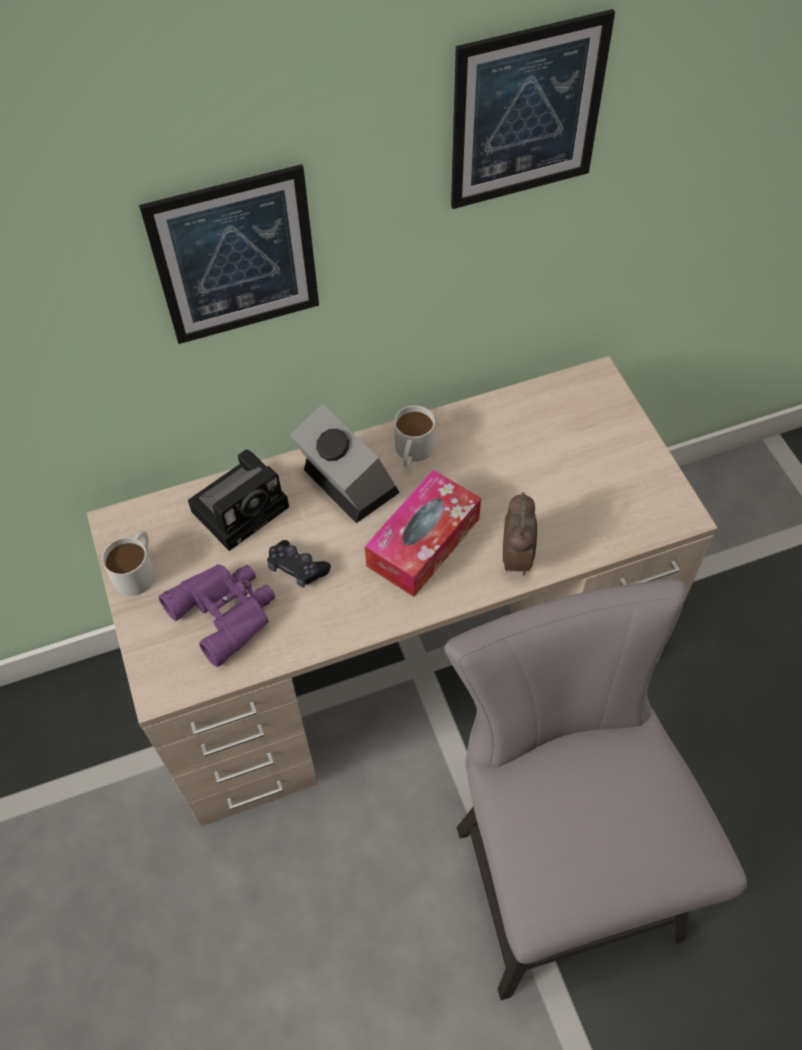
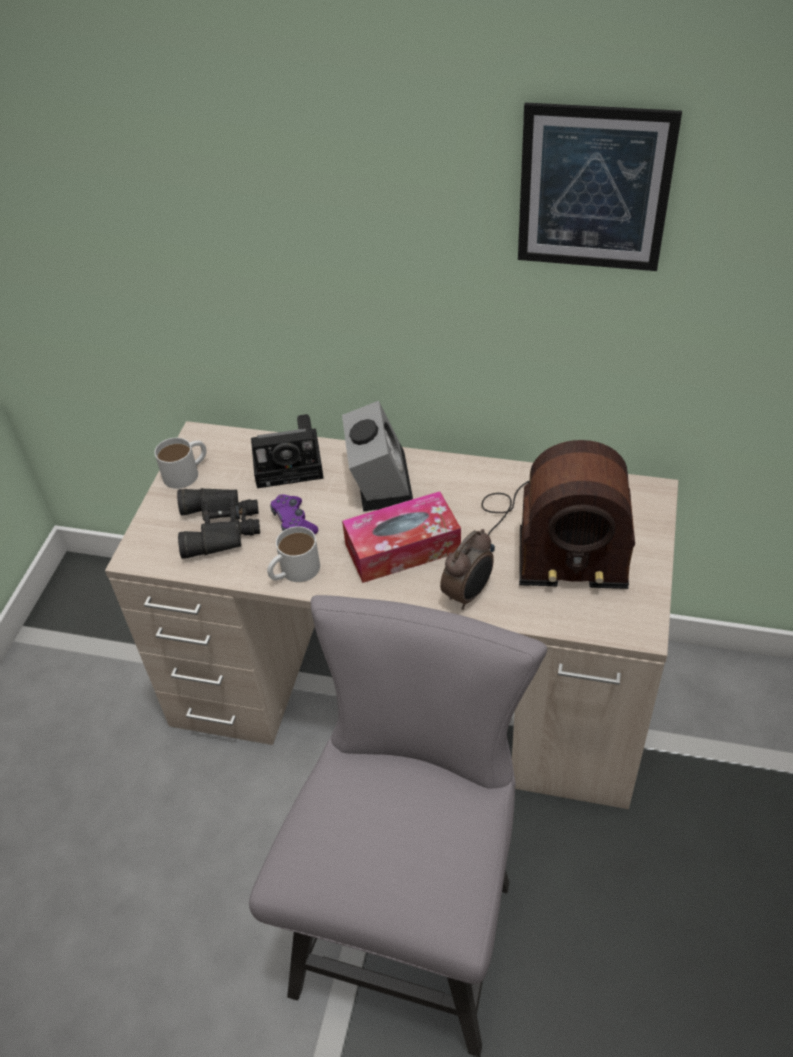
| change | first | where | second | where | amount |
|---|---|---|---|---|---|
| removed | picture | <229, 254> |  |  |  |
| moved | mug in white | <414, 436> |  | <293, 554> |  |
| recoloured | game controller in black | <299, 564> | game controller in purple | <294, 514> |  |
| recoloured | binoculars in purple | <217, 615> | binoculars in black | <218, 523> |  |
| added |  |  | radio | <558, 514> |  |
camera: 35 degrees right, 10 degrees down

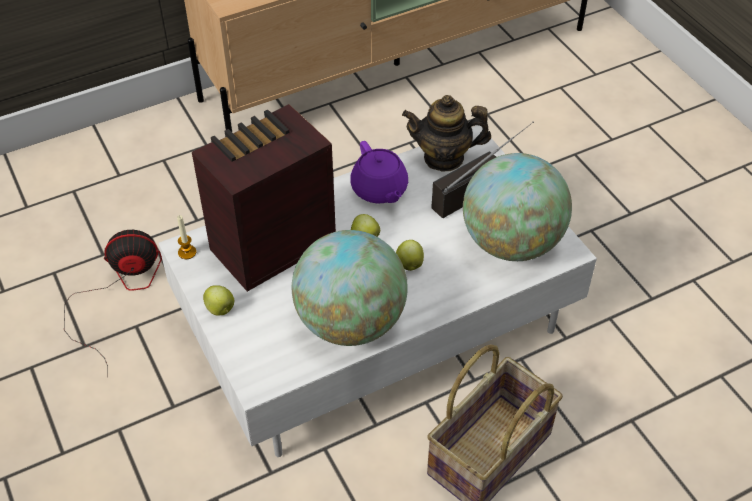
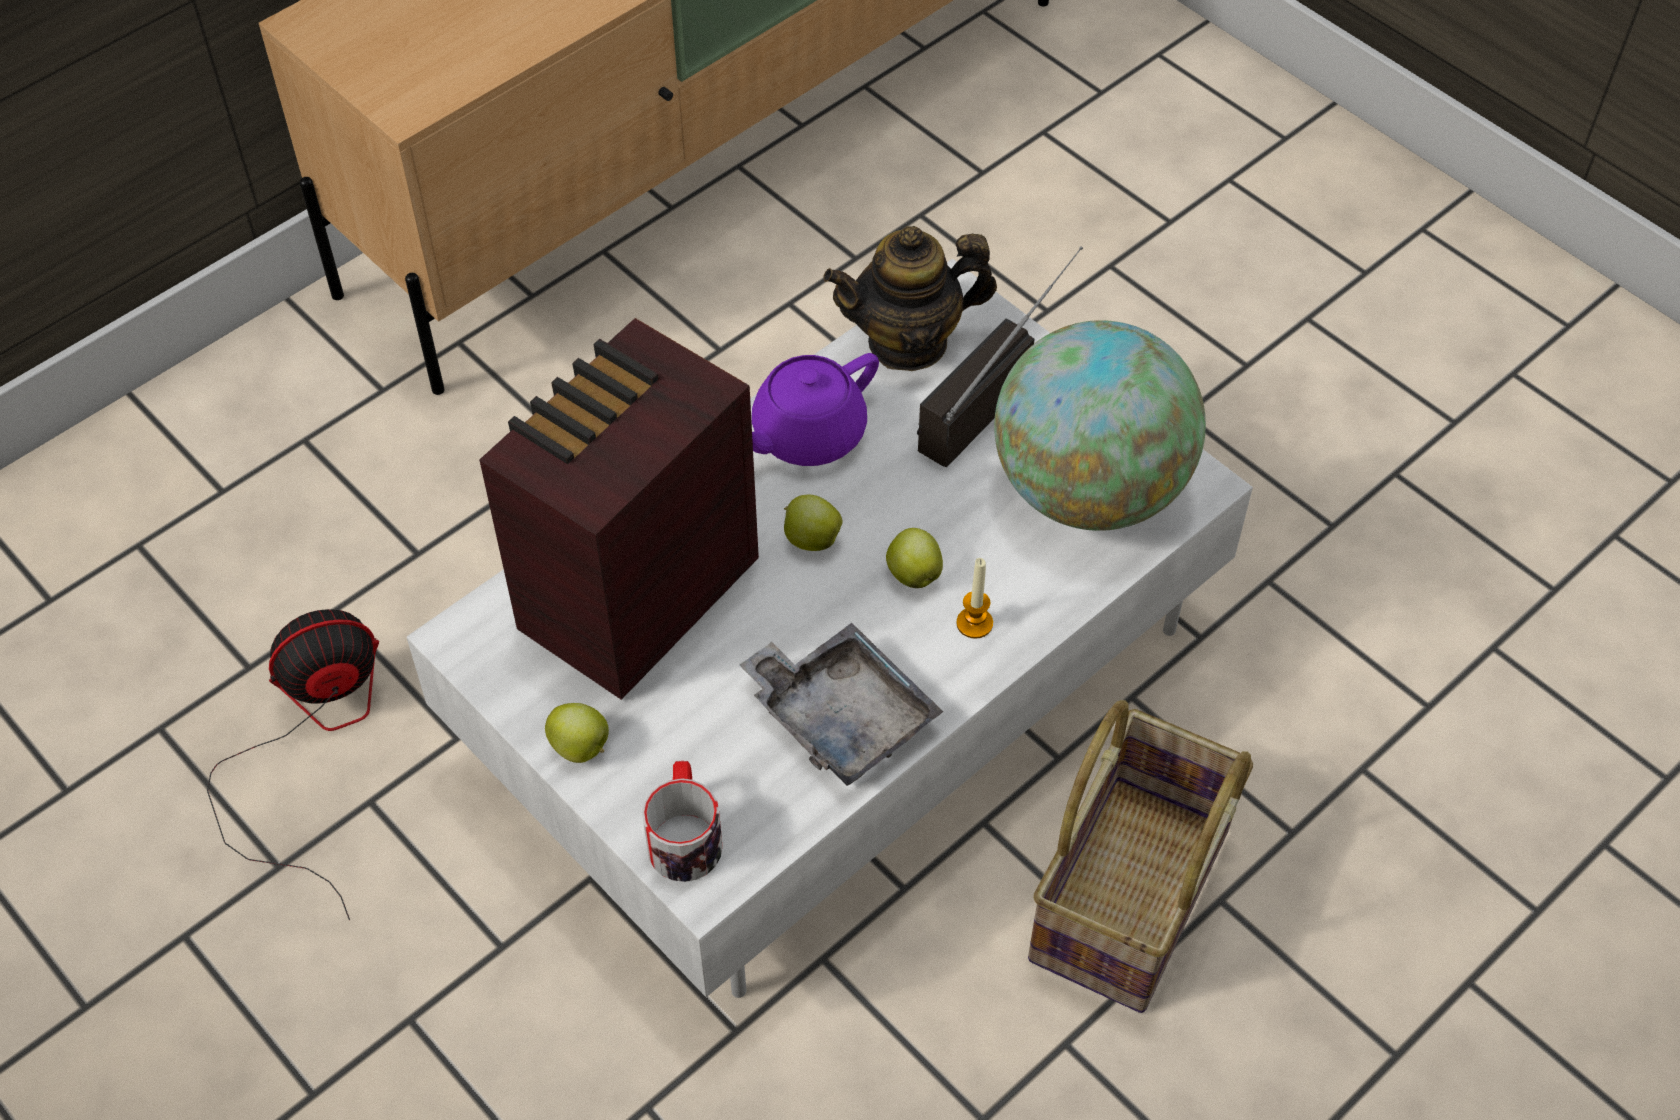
| change | first | where | second | where | amount |
|---|---|---|---|---|---|
| turned | teapot in purple | <379, 172> |  | <815, 409> | 90 degrees clockwise |
| moved | candle | <186, 237> |  | <974, 598> |  |
| replaced | globe | <350, 288> | tray in grey | <841, 704> |  |
| added |  |  | mug | <682, 821> |  |
camera: 15 degrees left, 5 degrees up

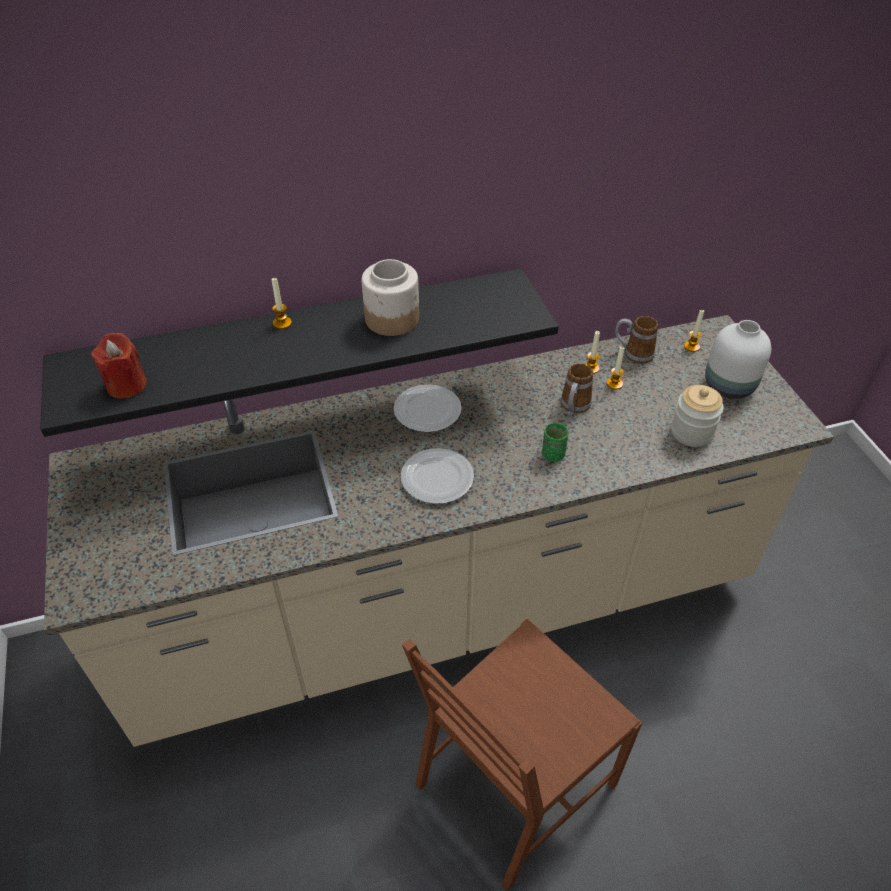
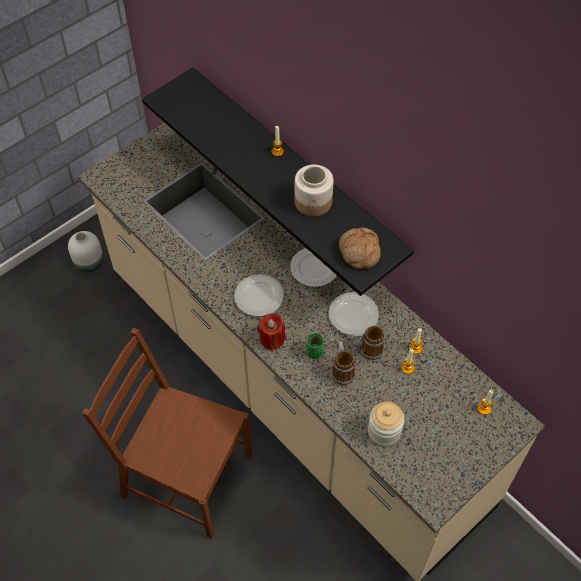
| change | first | where | second | where | amount |
|---|---|---|---|---|---|
| moved | mug | <636, 340> |  | <343, 363> |  |
| moved | vase in white | <738, 359> |  | <85, 251> |  |
| moved | candle in red | <119, 365> |  | <271, 332> |  |
| added |  |  | bread | <360, 248> |  |
| added |  |  | plate | <354, 313> |  |
camera: 65 degrees right, 10 degrees up

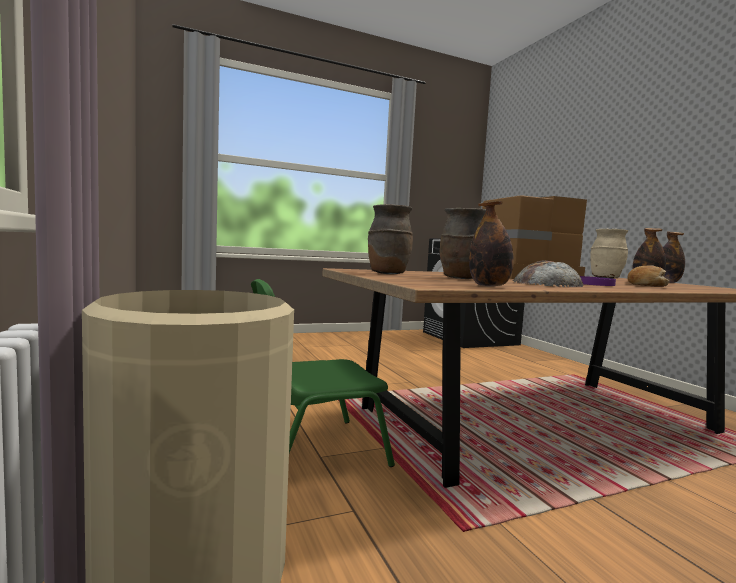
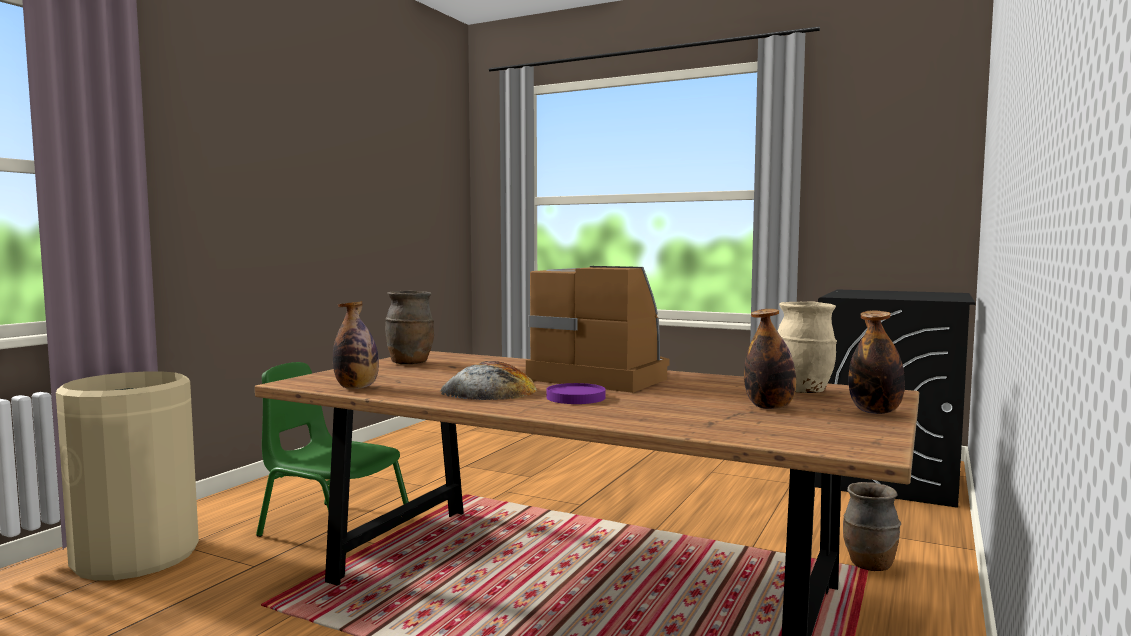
| change | first | where | second | where | amount |
|---|---|---|---|---|---|
| moved | vase in brown | <463, 243> |  | <872, 526> |  |
| removed | bread | <649, 276> |  |  |  |
camera: 50 degrees right, 0 degrees up

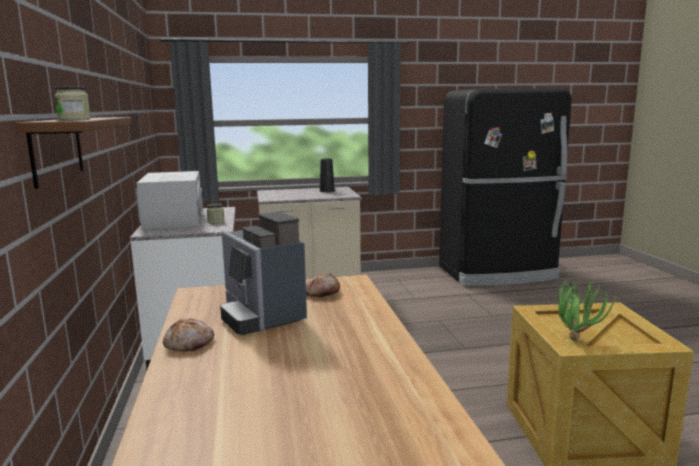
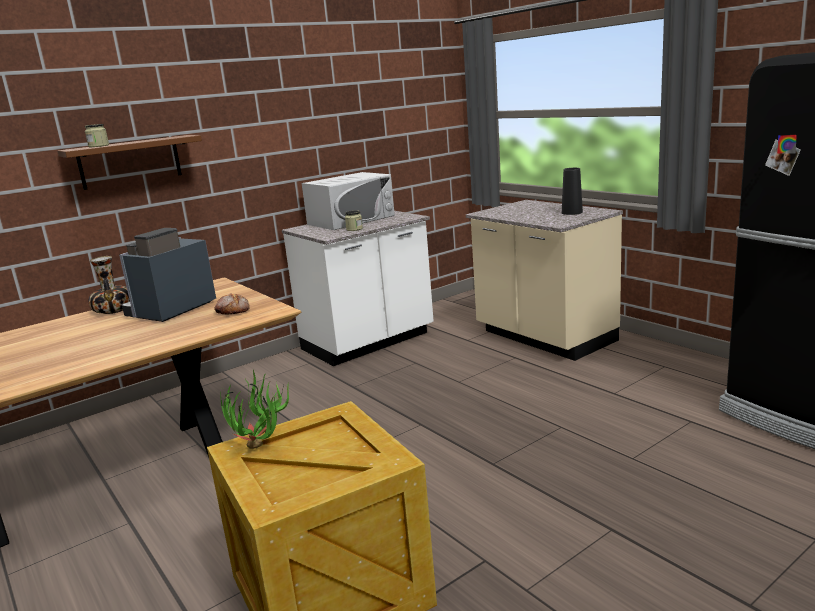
| change | first | where | second | where | amount |
|---|---|---|---|---|---|
| replaced | bread | <188, 335> | vase | <109, 285> |  |
camera: 65 degrees right, 5 degrees up

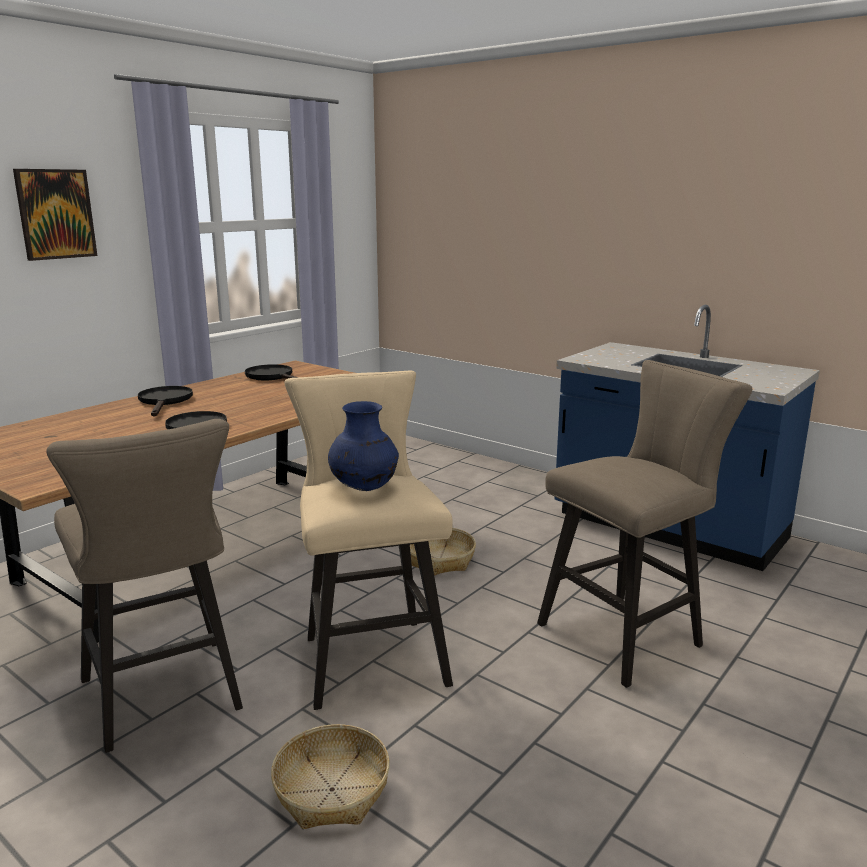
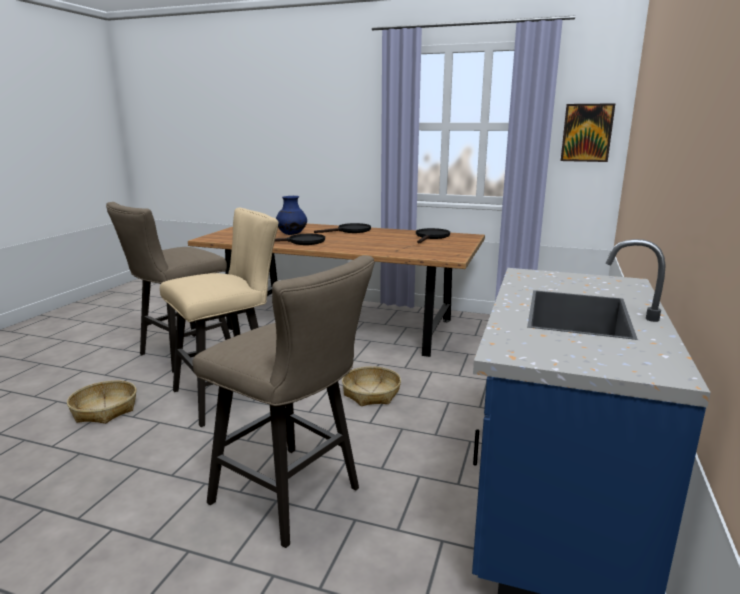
| change | first | where | second | where | amount |
|---|---|---|---|---|---|
| moved | picture | <55, 215> |  | <588, 132> |  |
| moved | vase in blue | <363, 446> |  | <291, 215> |  |
camera: 70 degrees right, 0 degrees up

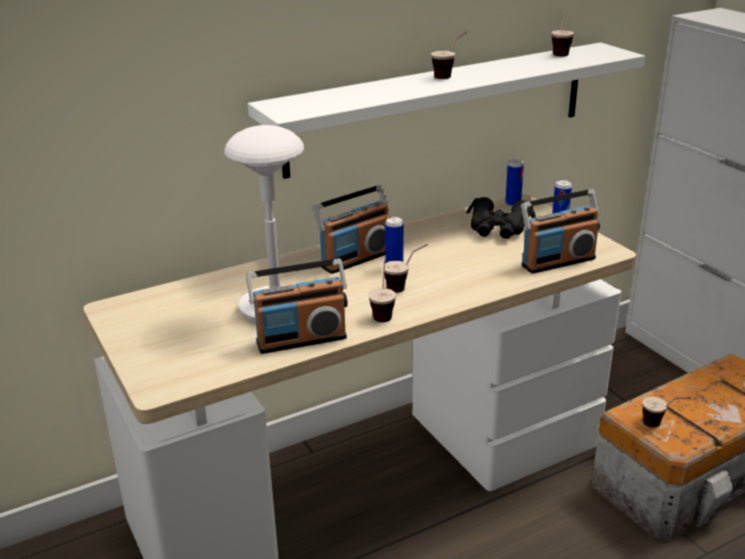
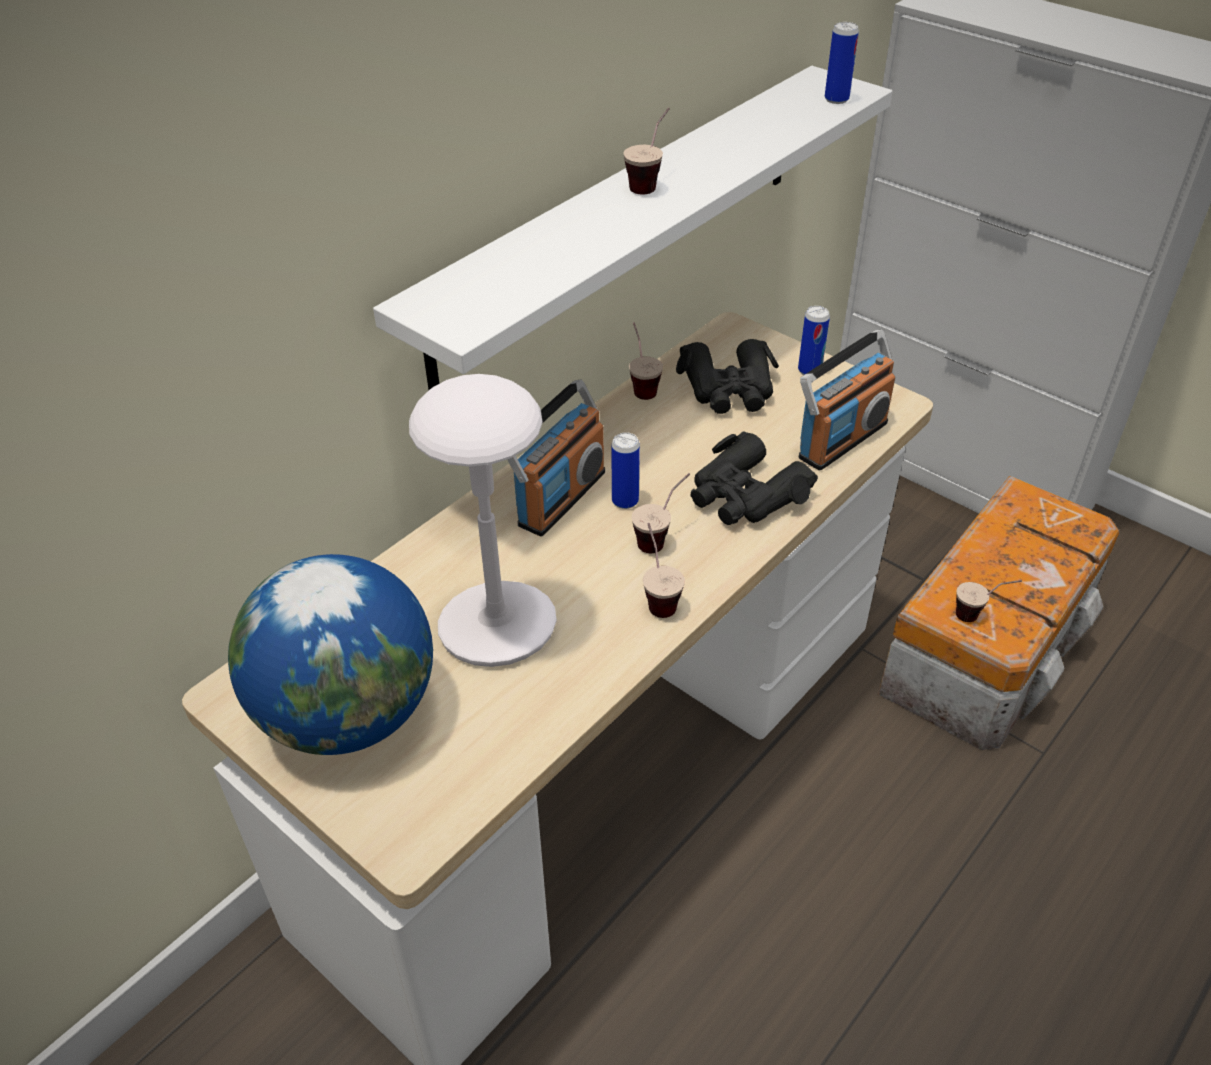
| change | first | where | second | where | amount |
|---|---|---|---|---|---|
| moved | cup | <562, 33> |  | <646, 361> |  |
| moved | can | <514, 183> |  | <842, 63> |  |
| removed | radio | <297, 306> |  |  |  |
| added |  |  | binoculars in black | <754, 478> |  |
| added |  |  | globe | <330, 654> |  |
camera: 20 degrees left, 15 degrees up

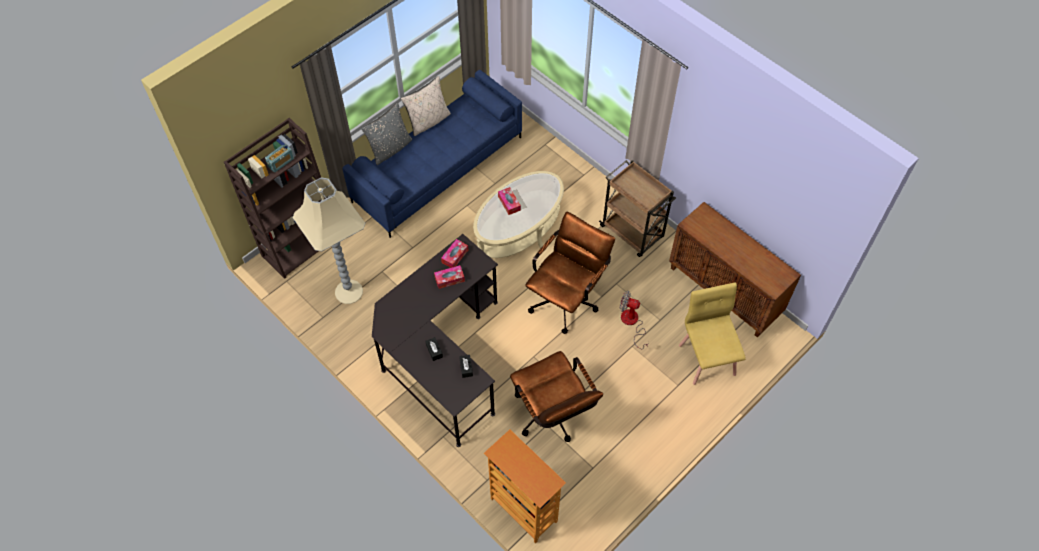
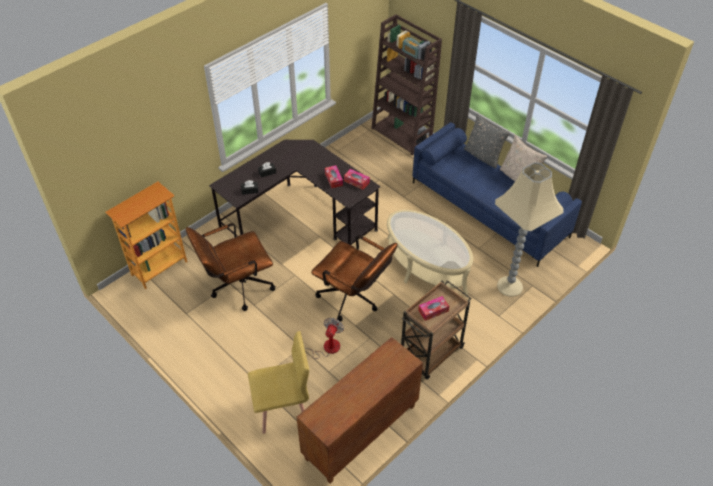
| change | first | where | second | where | amount |
|---|---|---|---|---|---|
| moved | floor lamp in beige | <329, 240> |  | <529, 229> |  |
| moved | tissue box | <509, 201> |  | <433, 308> |  |
camera: 90 degrees right, 10 degrees down

